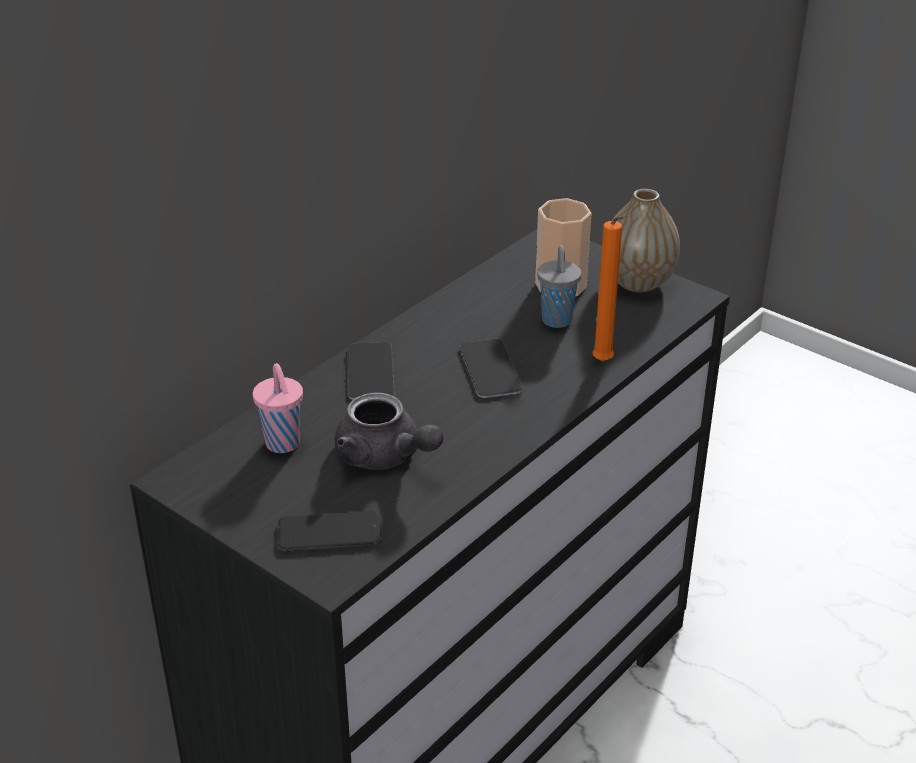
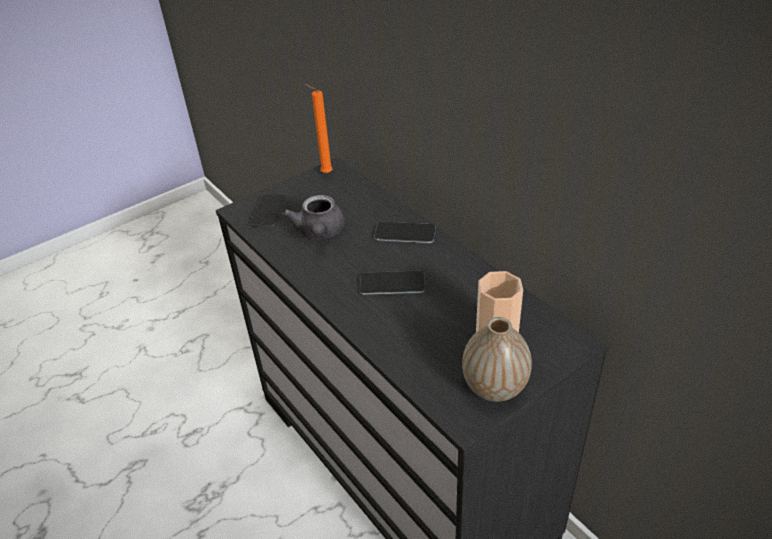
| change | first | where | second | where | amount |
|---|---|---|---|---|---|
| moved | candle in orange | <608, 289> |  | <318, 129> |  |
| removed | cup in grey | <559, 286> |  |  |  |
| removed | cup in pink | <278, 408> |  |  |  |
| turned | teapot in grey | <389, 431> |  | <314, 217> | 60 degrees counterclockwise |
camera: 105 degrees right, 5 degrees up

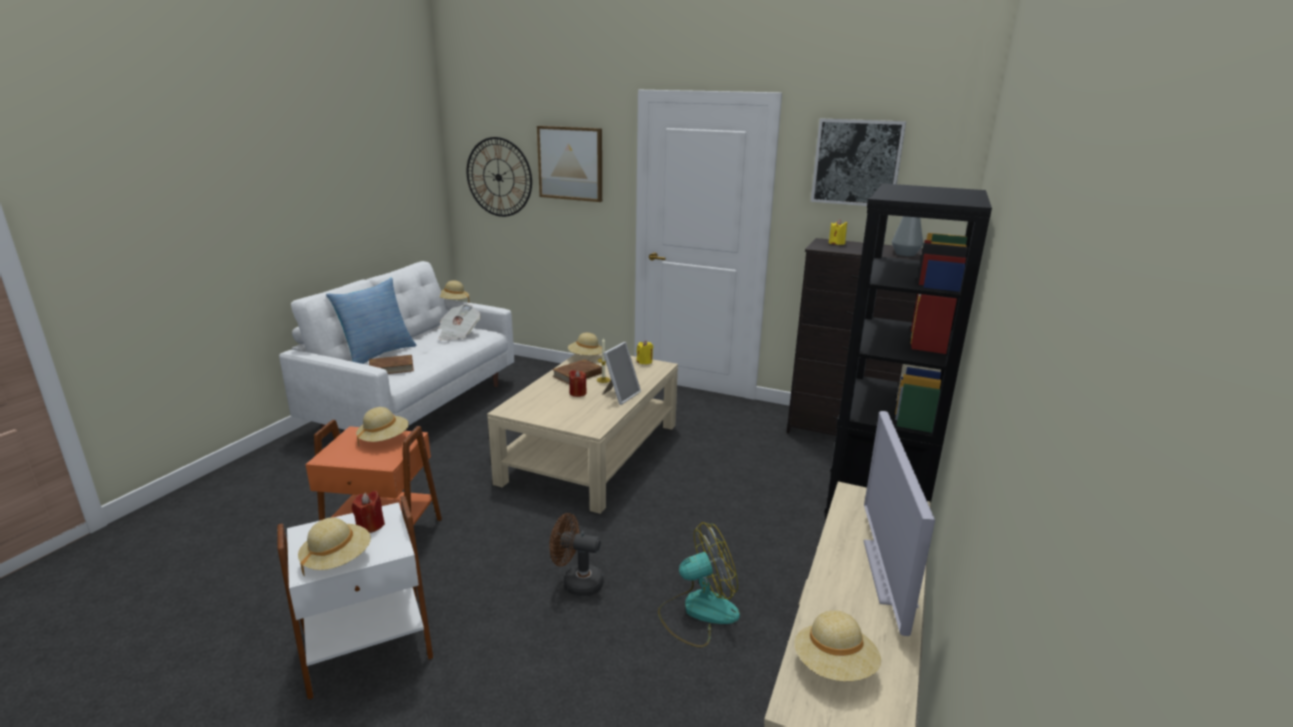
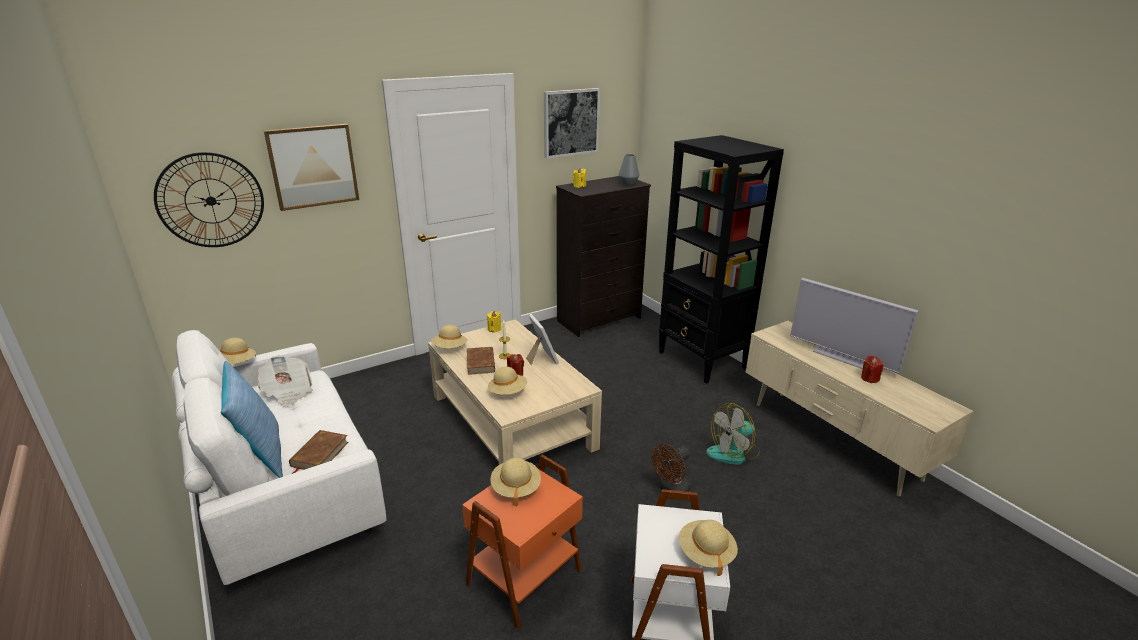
| change | first | where | second | where | amount |
|---|---|---|---|---|---|
| moved | candle in red | <368, 512> |  | <872, 369> |  |
| turned | fan | <699, 585> |  | <733, 434> | 135 degrees counterclockwise |
| moved | hat in beige | <837, 645> |  | <507, 380> |  |
camera: 55 degrees left, 5 degrees up

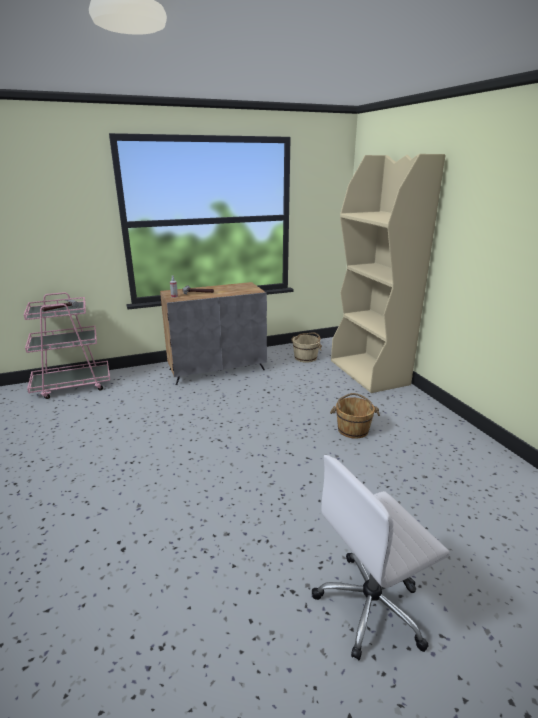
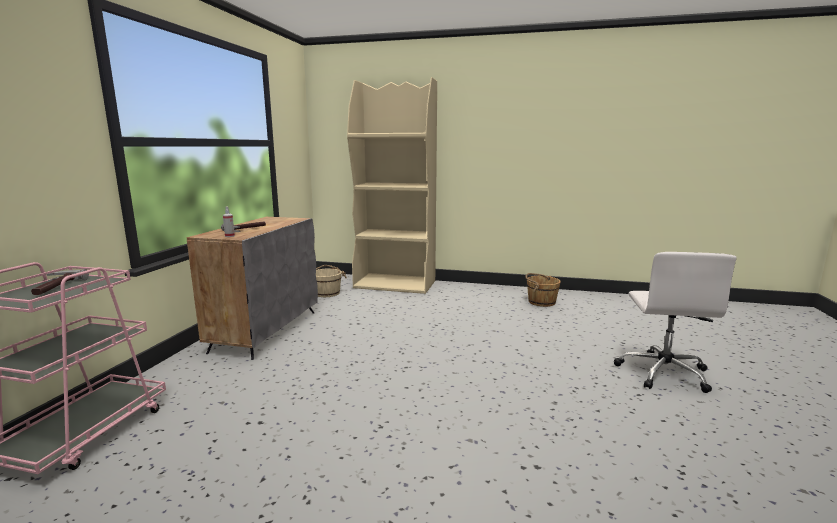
| change | first | where | second | where | amount |
|---|---|---|---|---|---|
| moved | bucket in brown | <355, 416> |  | <543, 290> |  |
camera: 55 degrees left, 10 degrees down

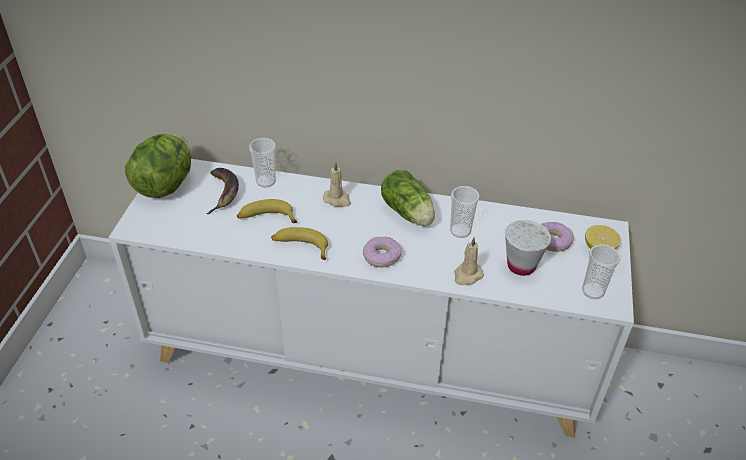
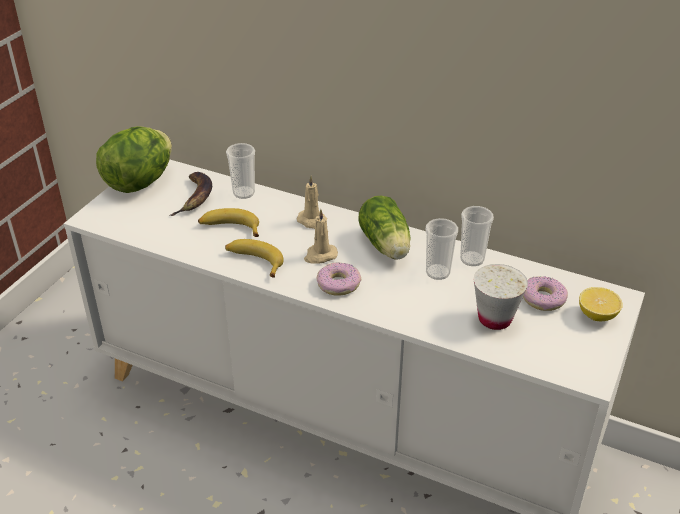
| change | first | where | second | where | amount |
|---|---|---|---|---|---|
| moved | candle in beige | <469, 261> |  | <321, 236> |  |
| moved | cup | <601, 271> |  | <477, 236> |  |
camera: 15 degrees right, 5 degrees down

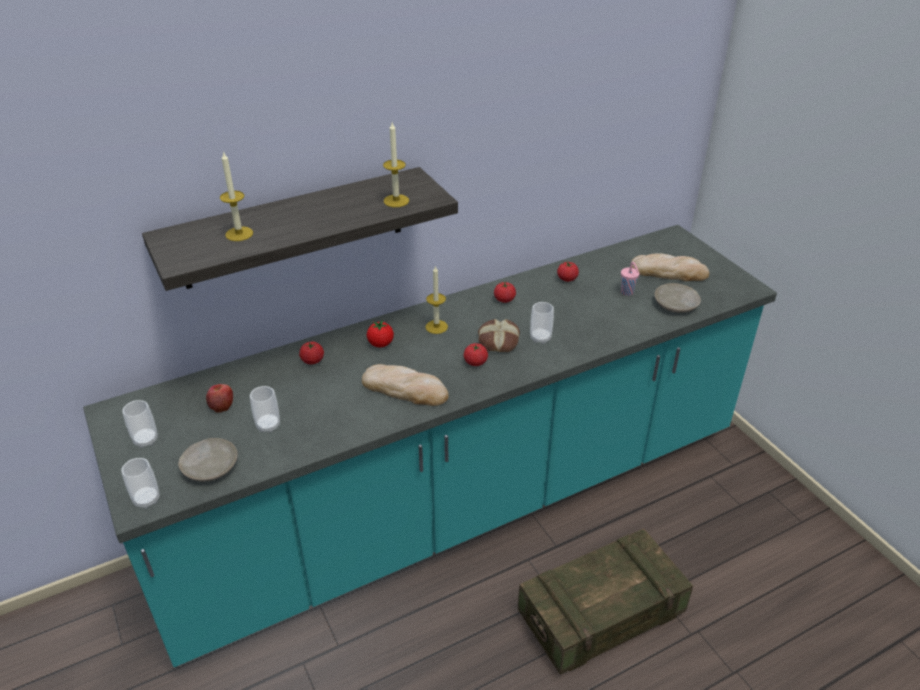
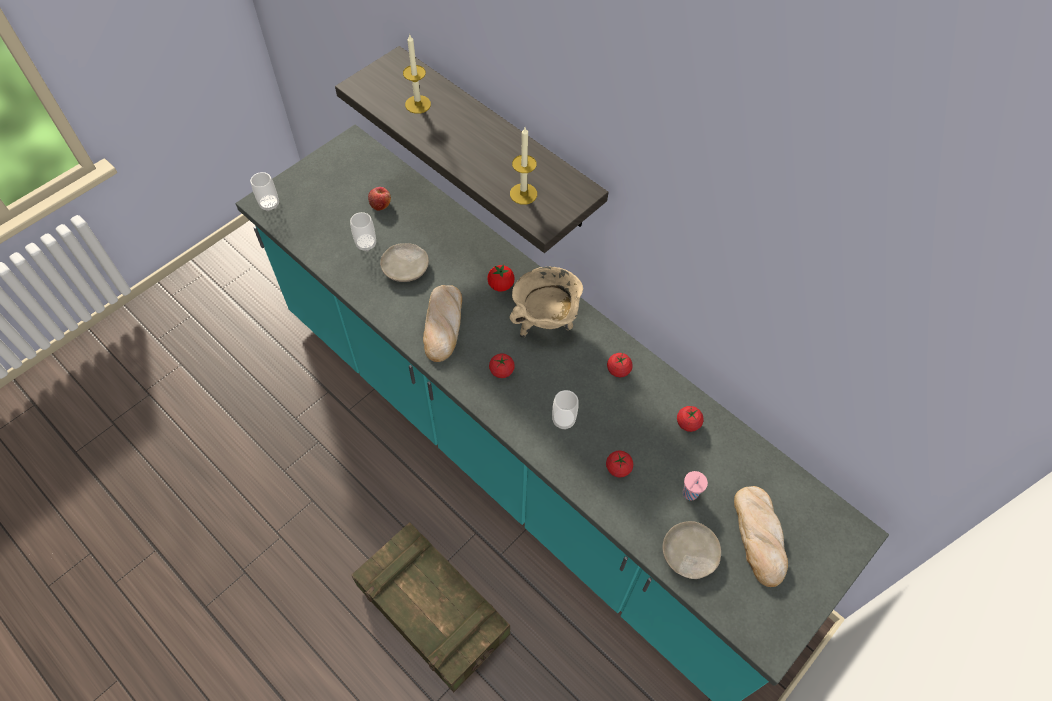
| change | first | where | second | where | amount |
|---|---|---|---|---|---|
| replaced | candle | <436, 299> | cooking pot in beige | <546, 302> |  |
| removed | bread | <499, 335> |  |  |  |
| moved | tomato | <311, 353> |  | <619, 464> |  |
| removed | cup | <140, 424> |  |  |  |
| moved | plate in beige | <208, 459> |  | <404, 262> |  |
camera: 70 degrees right, 20 degrees up

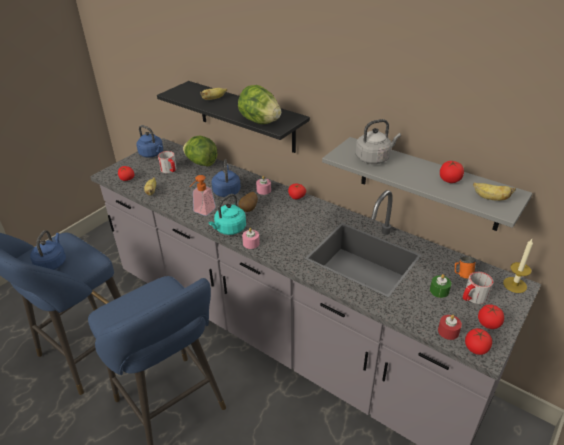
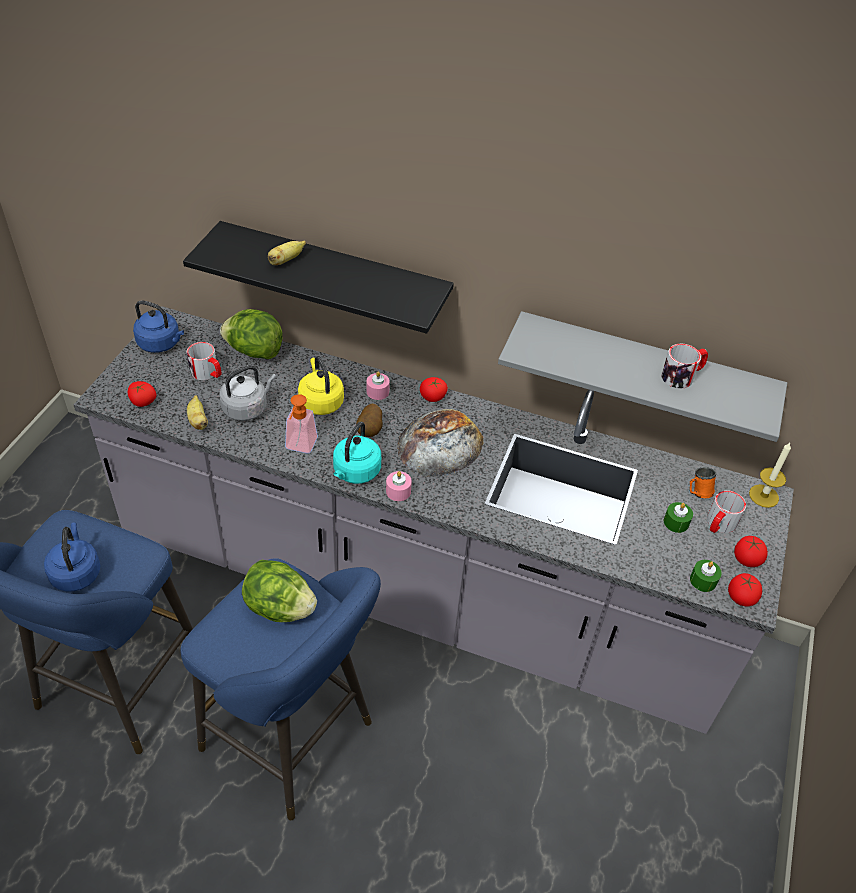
| change | first | where | second | where | amount |
|---|---|---|---|---|---|
| moved | lettuce | <259, 104> |  | <279, 591> |  |
| moved | kettle in grey | <378, 141> |  | <247, 393> |  |
| recoloured | kettle in blue | <226, 178> | kettle in yellow | <321, 385> |  |
| replaced | tomato | <452, 172> | mug | <684, 366> |  |
| removed | banana | <494, 191> |  |  |  |
| recoloured | candle in red | <450, 327> | candle in green | <706, 576> |  |
| added |  |  | bread | <440, 443> |  |
camera: 20 degrees left, 10 degrees up

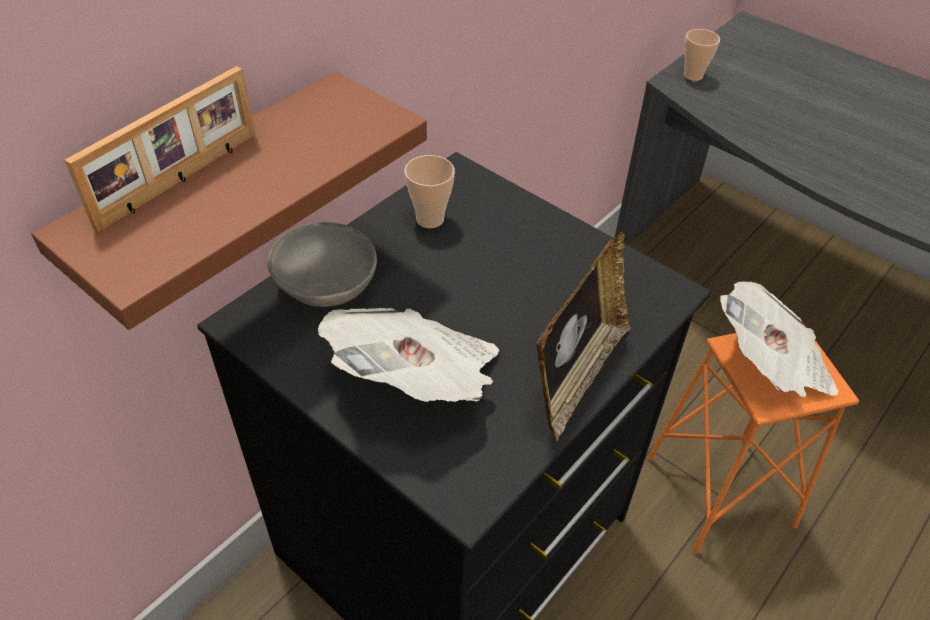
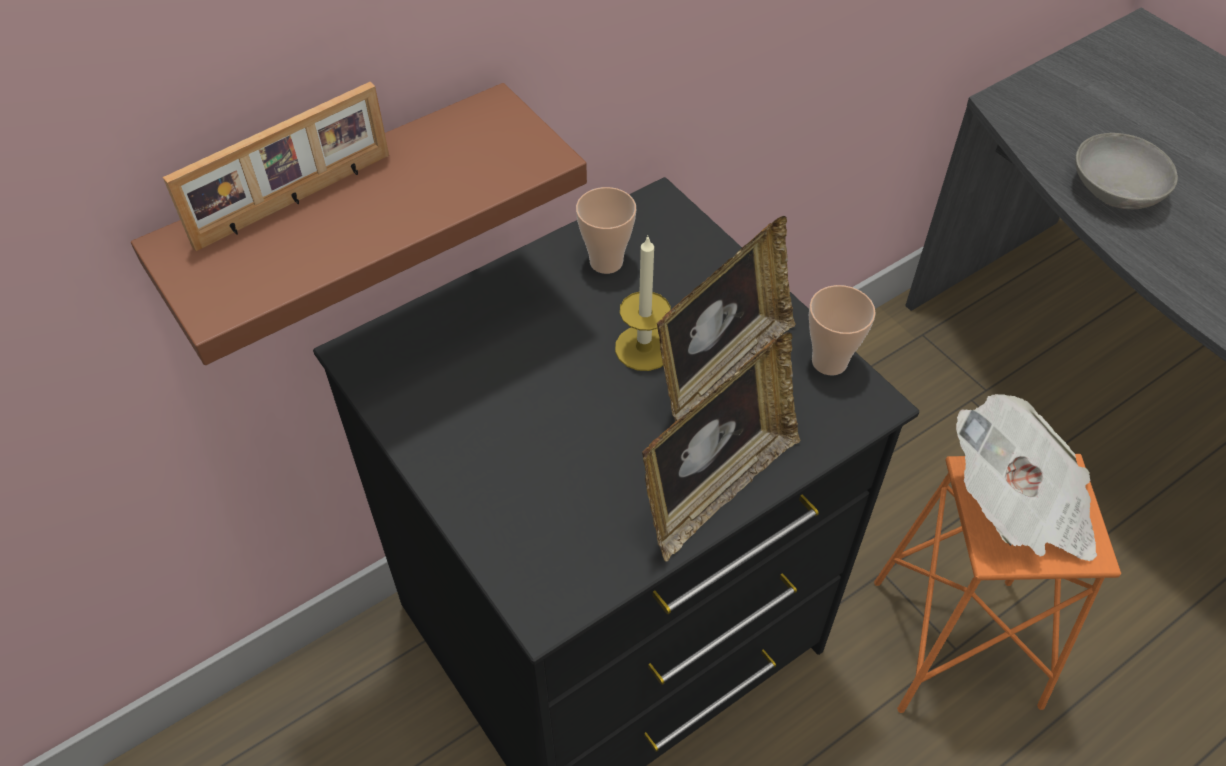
| change | first | where | second | where | amount |
|---|---|---|---|---|---|
| moved | cup | <702, 55> |  | <842, 330> |  |
| moved | bowl in grey | <322, 264> |  | <1126, 171> |  |
| removed | newspaper | <408, 355> |  |  |  |
| added |  |  | picture frame | <726, 319> |  |
| added |  |  | candle | <643, 303> |  |
camera: 15 degrees right, 5 degrees up

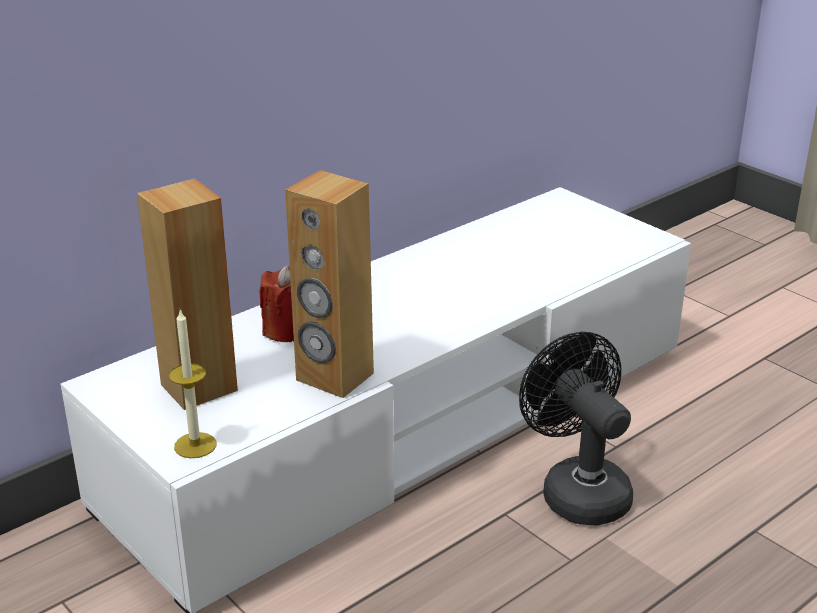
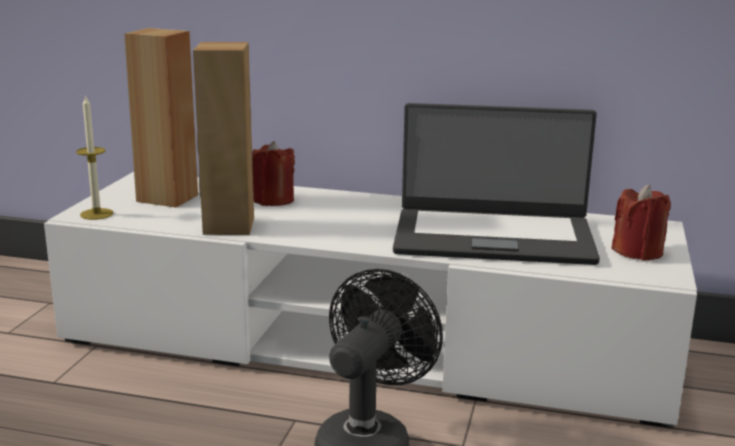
| change | first | where | second | where | amount |
|---|---|---|---|---|---|
| added |  |  | laptop | <496, 184> |  |
| added |  |  | candle in red | <641, 222> |  |
camera: 55 degrees right, 10 degrees down

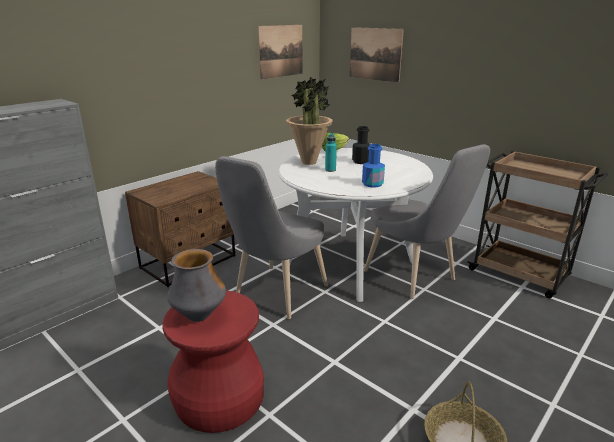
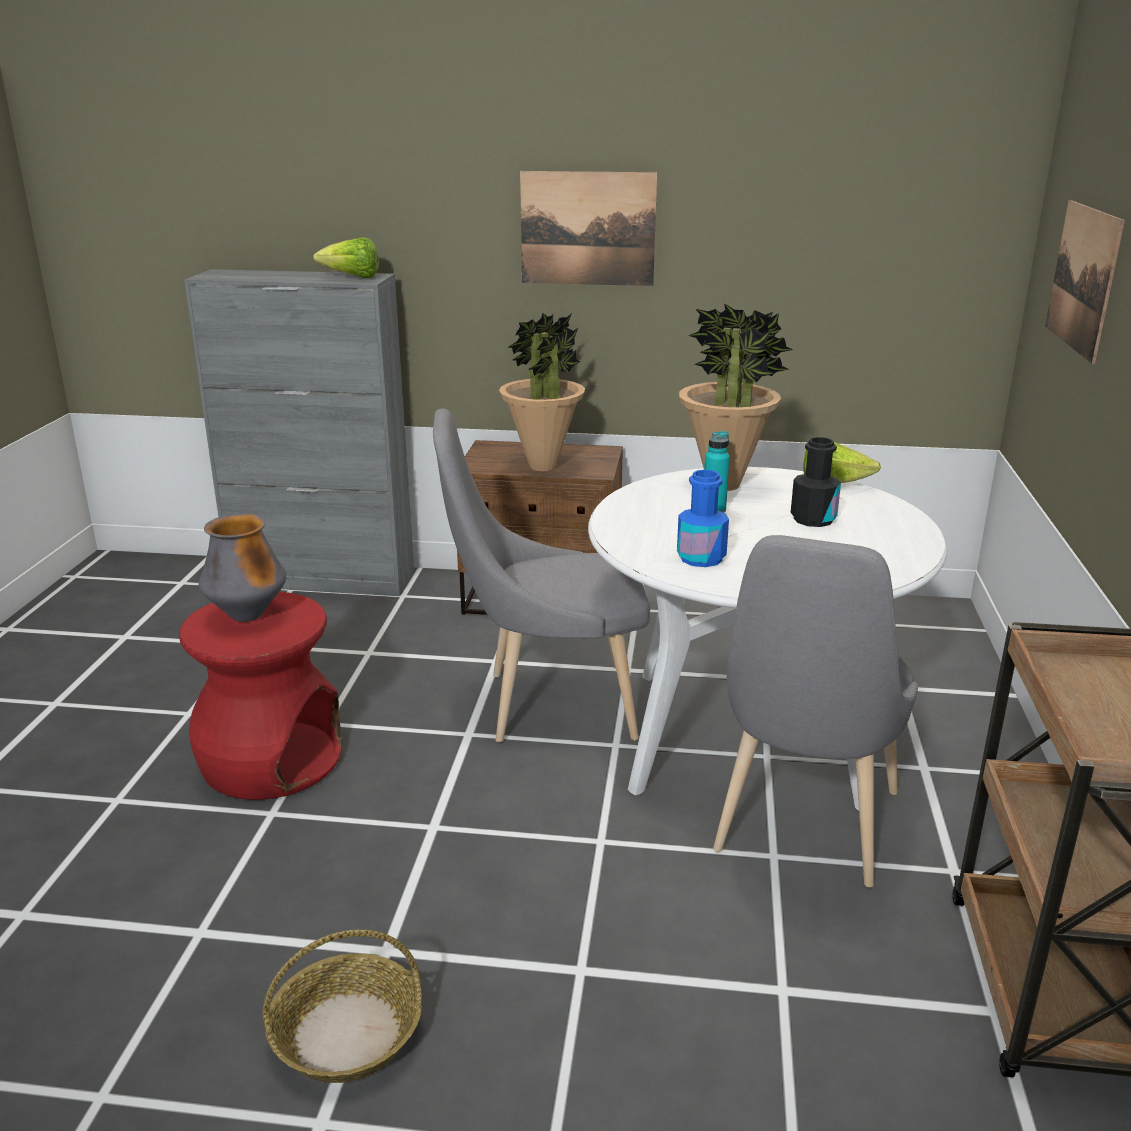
| change | first | where | second | where | amount |
|---|---|---|---|---|---|
| moved | picture | <280, 52> |  | <588, 228> |  |
| added |  |  | lettuce | <346, 257> |  |
| added |  |  | potted plant | <542, 392> |  |
camera: 55 degrees right, 0 degrees up

